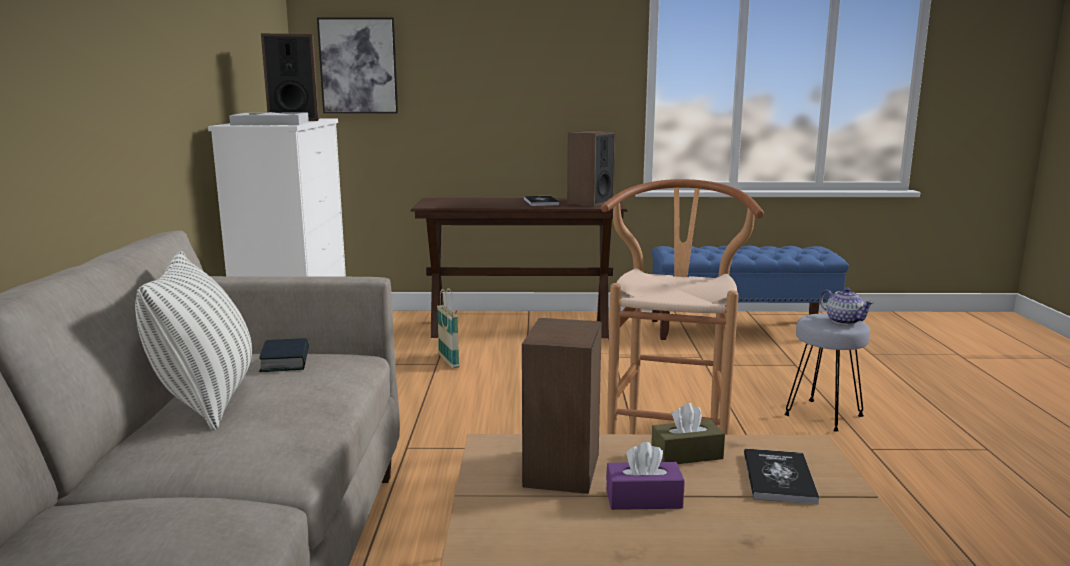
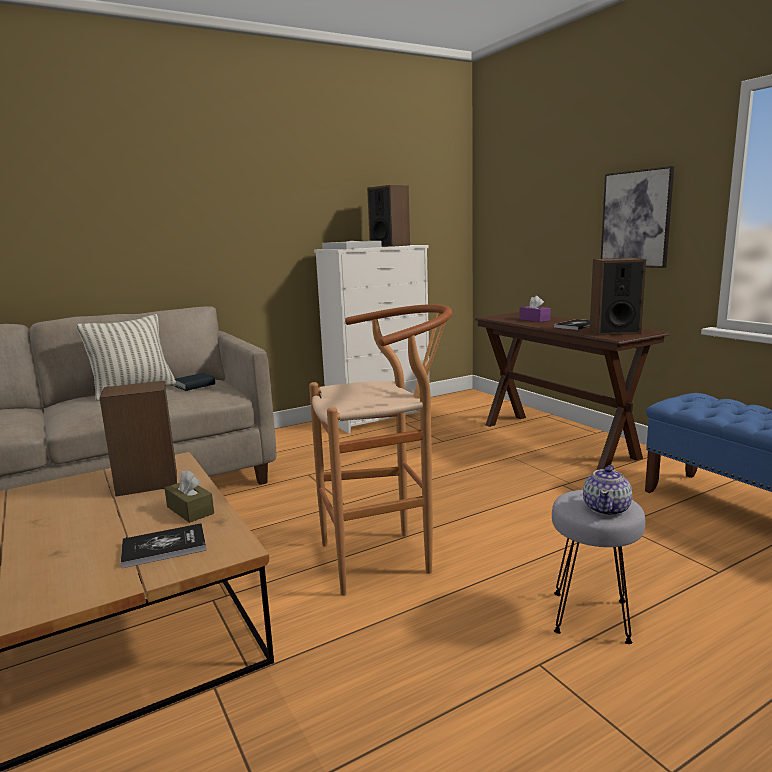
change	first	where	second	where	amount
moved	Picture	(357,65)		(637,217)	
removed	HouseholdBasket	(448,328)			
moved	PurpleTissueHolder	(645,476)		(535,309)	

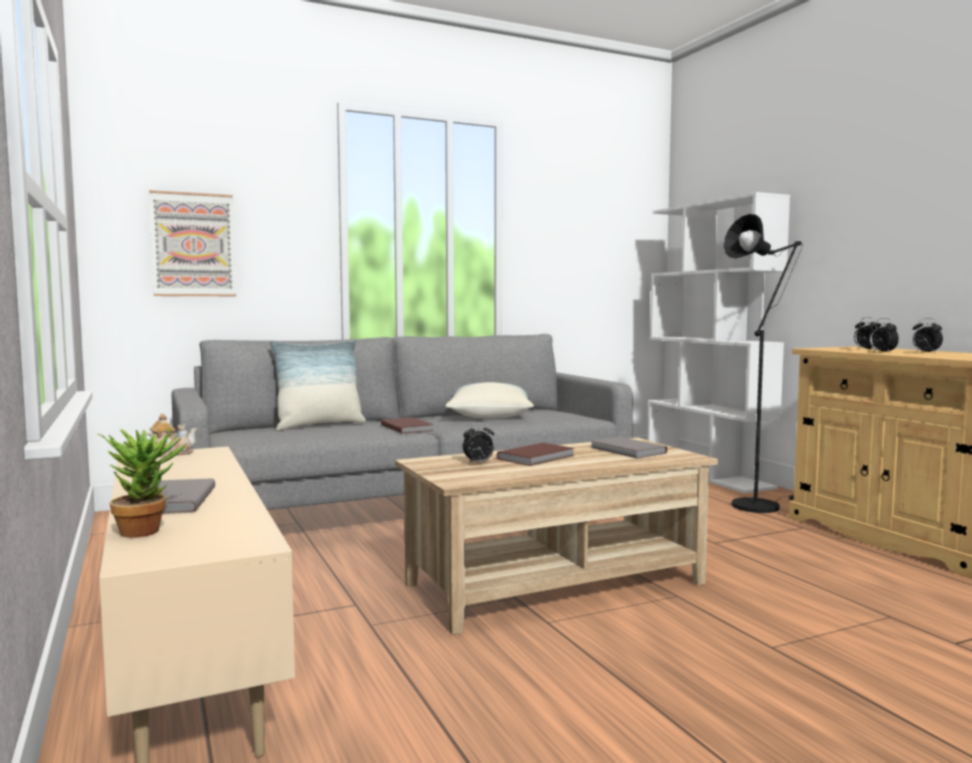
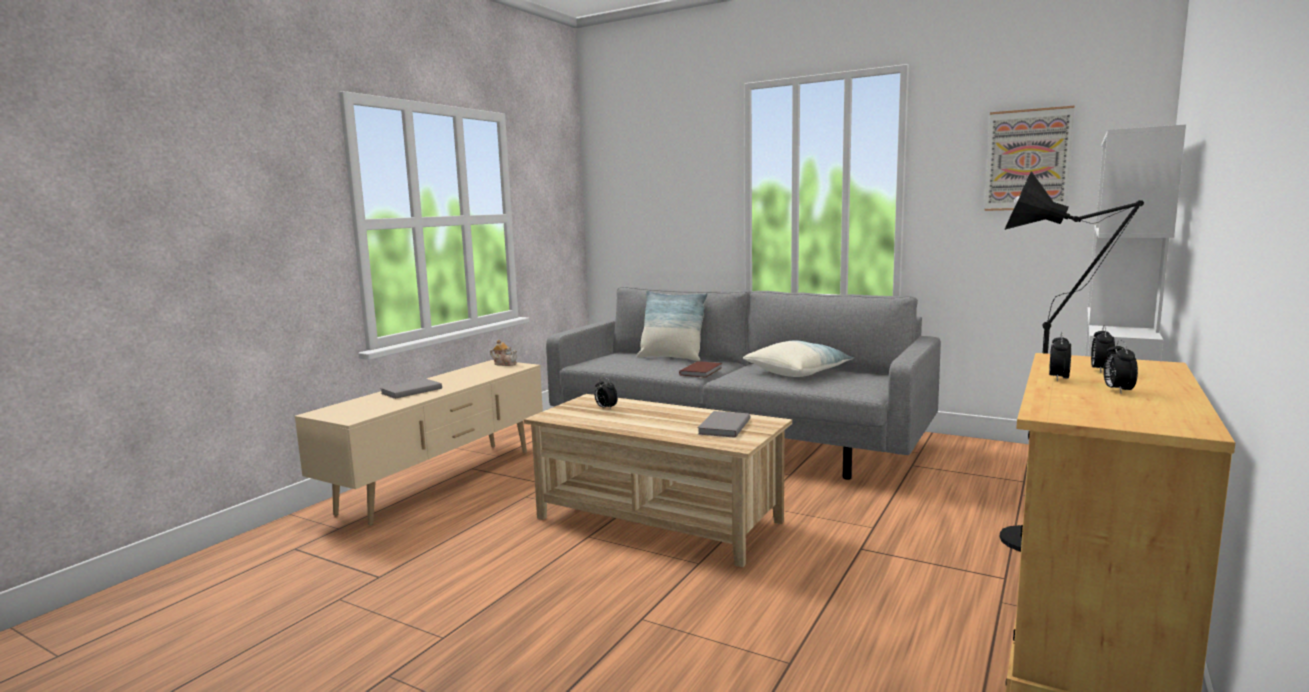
change	first	where	second	where	amount
removed	PottedPlant	(142,482)			
moved	Picture	(192,243)		(1029,158)	
removed	BrownishVolume	(536,454)			

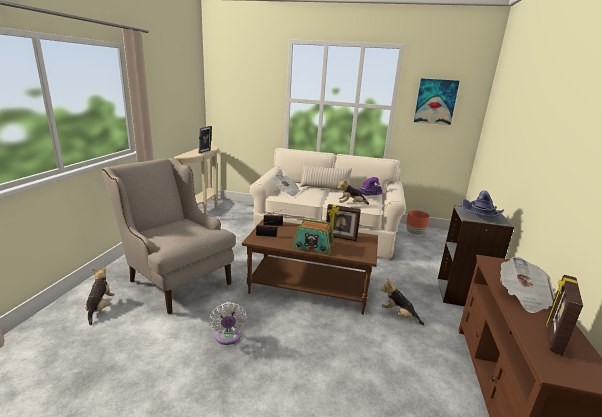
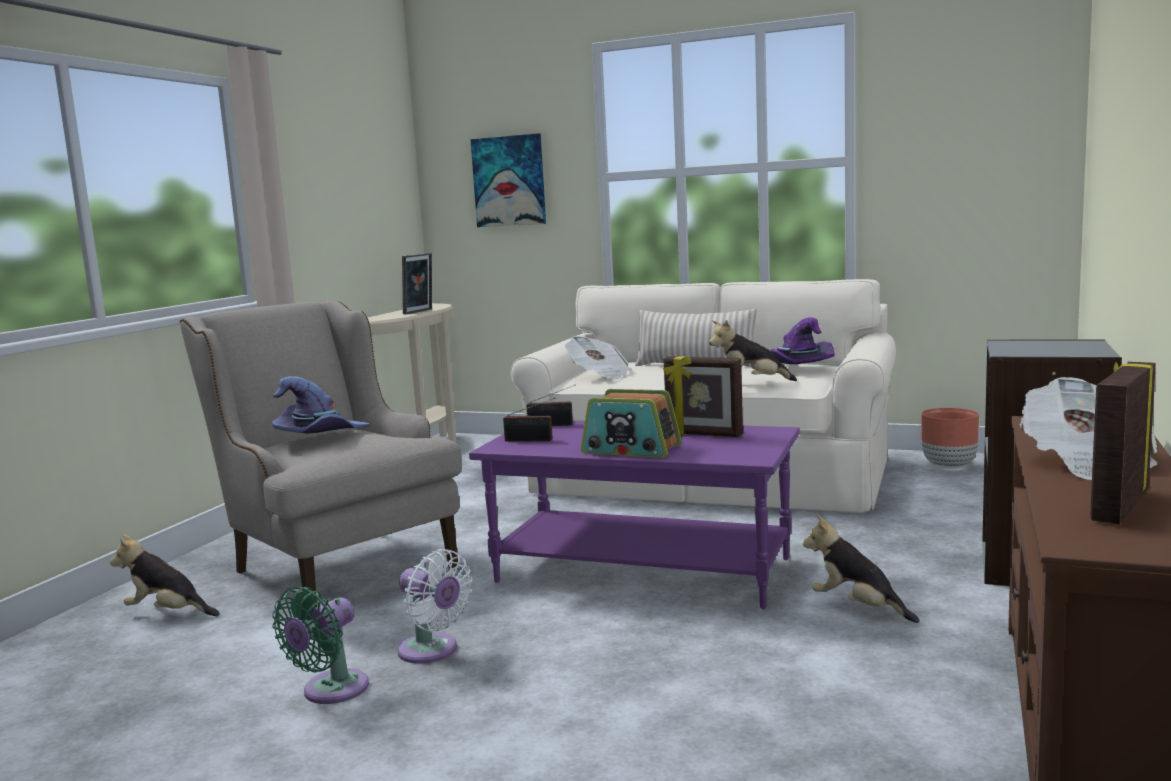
change	first	where	second	where	amount
turned	CuddlyToy	(100,295)		(165,575)	75 degrees counterclockwise
turned	WhiteFan	(228,323)		(435,606)	45 degrees counterclockwise
recoloured	BrownishLoungeTable	(310,267)	PurpleLoungeTable	(634,514)	
moved	Picture	(436,101)		(508,180)	
moved	PurpleWearableHat	(483,204)		(321,405)	
added			GreenishFan	(320,645)	

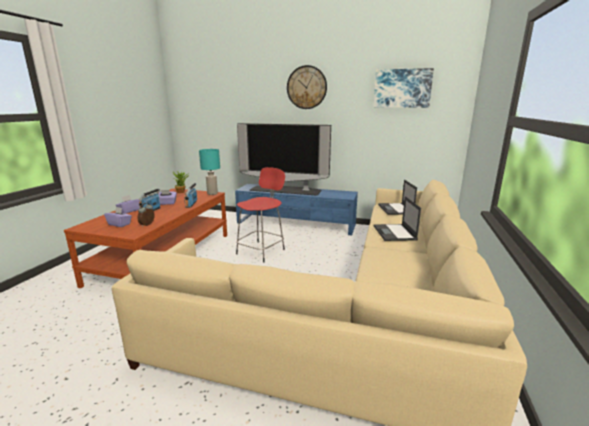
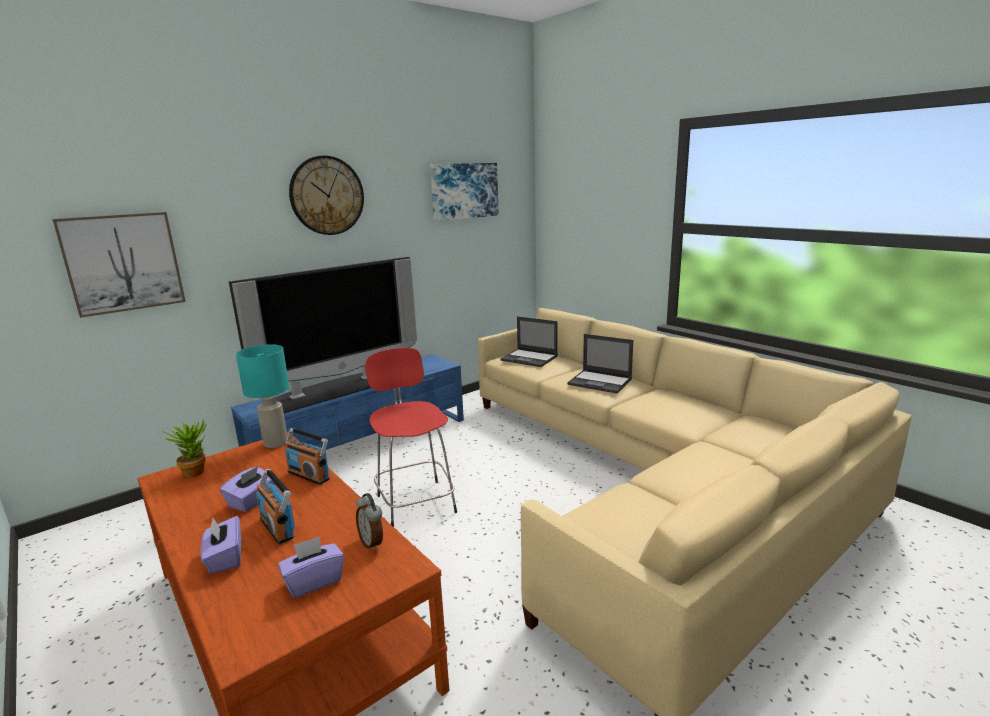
change	first	where	second	where	amount
added			Picture	(119,265)	

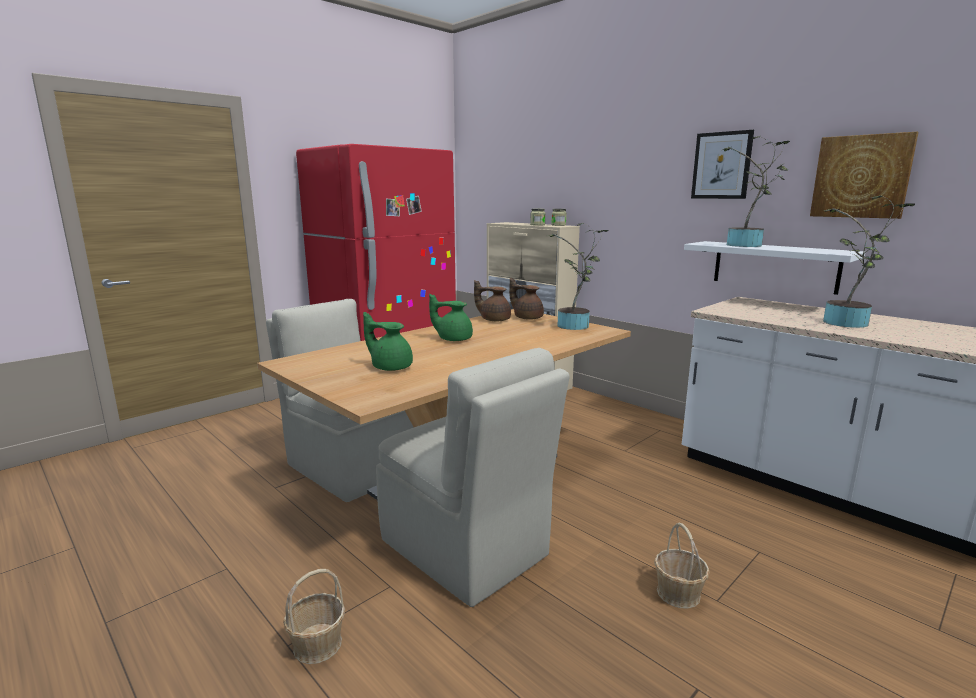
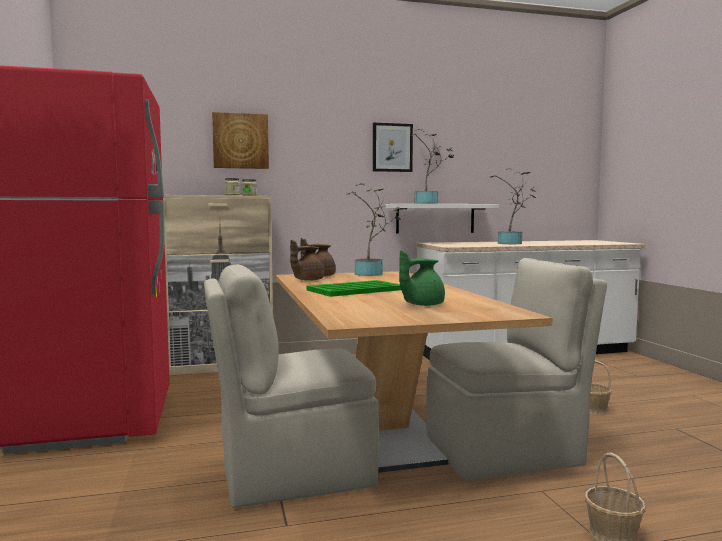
change	first	where	second	where	amount
replaced	GreenishTeapot	(451,317)	GreenishServingTray	(353,288)	
moved	Picture	(864,175)		(240,140)	

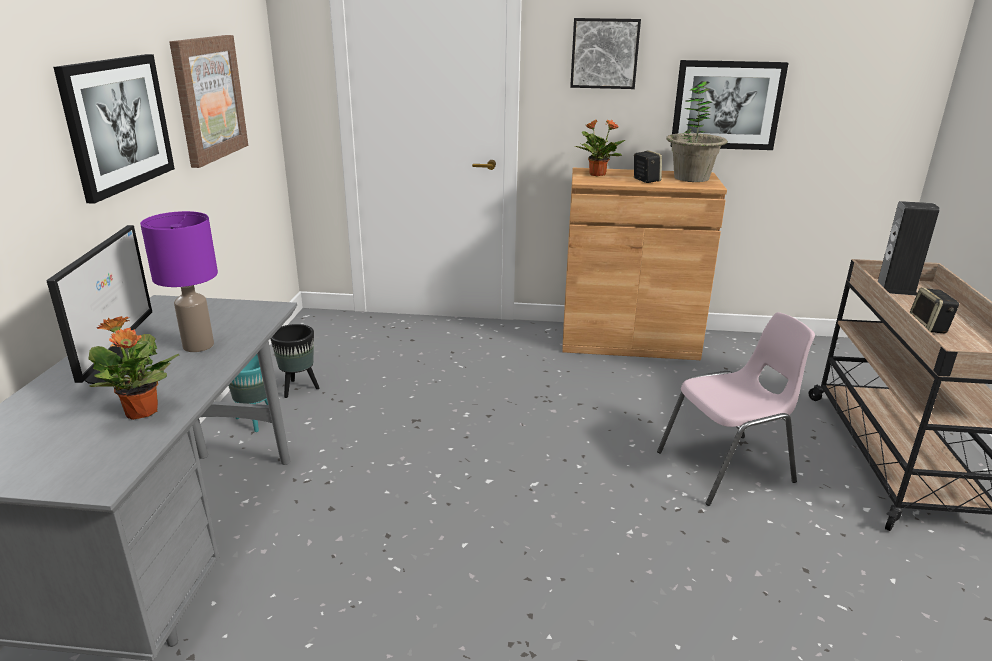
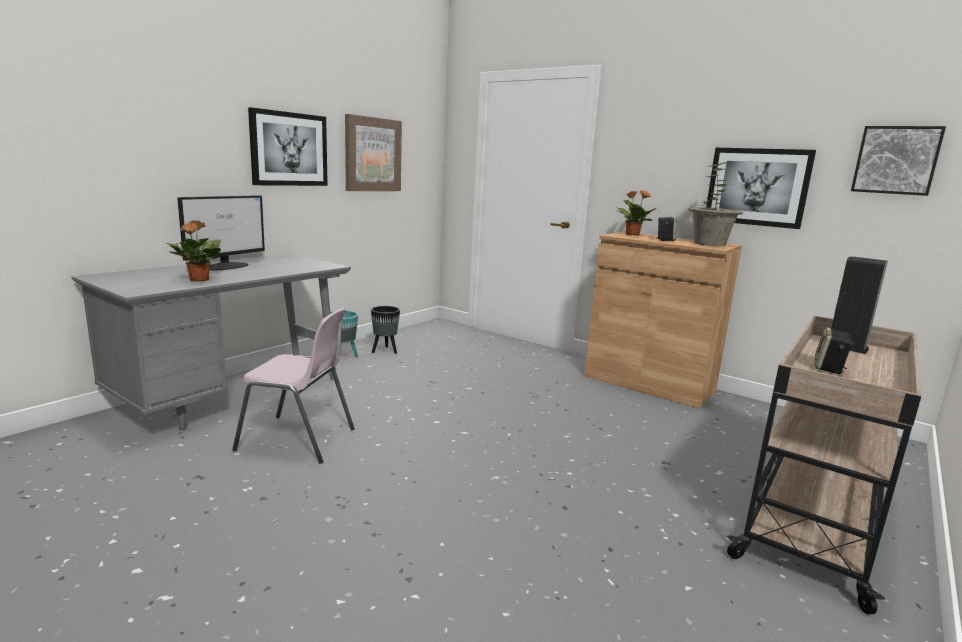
change	first	where	second	where	amount
removed	PurpleLampForATable	(179,281)			
moved	Picture	(605,53)		(898,161)	
moved	PinkChair	(736,409)		(293,386)	

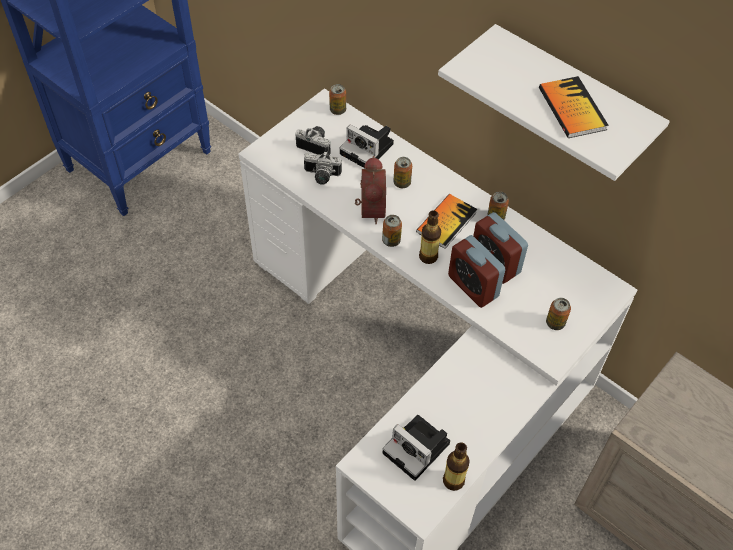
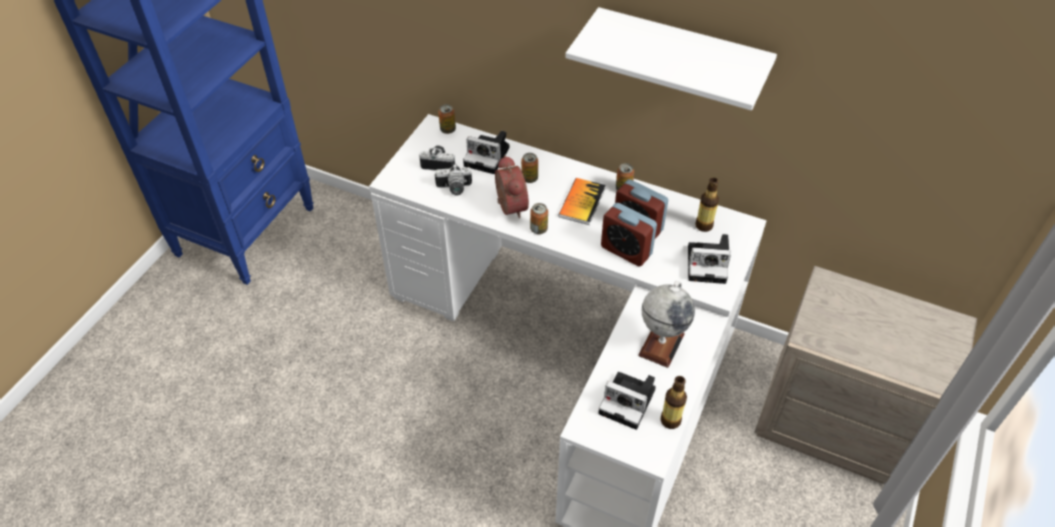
change	first	where	second	where	amount
moved	BeverageBottle	(430,237)		(707,205)	
removed	Volume	(574,107)			
replaced	MetalCan	(558,314)	StillCamera	(709,259)	
added			Globe	(666,324)	

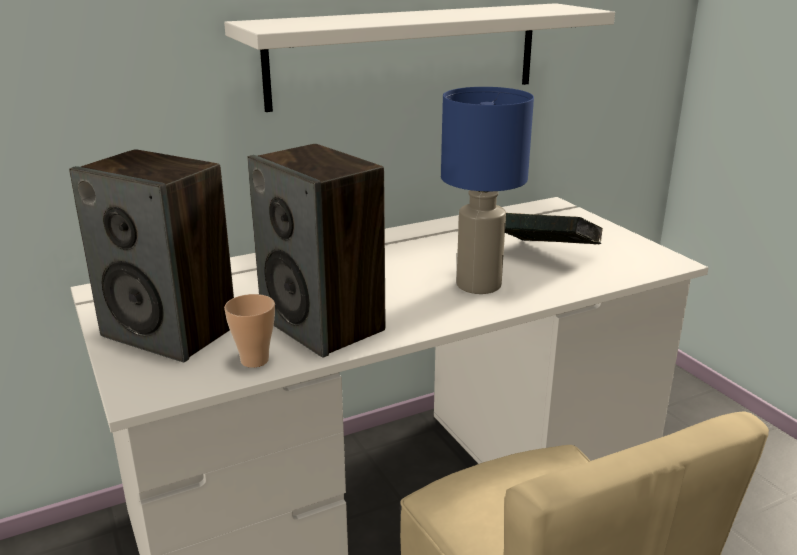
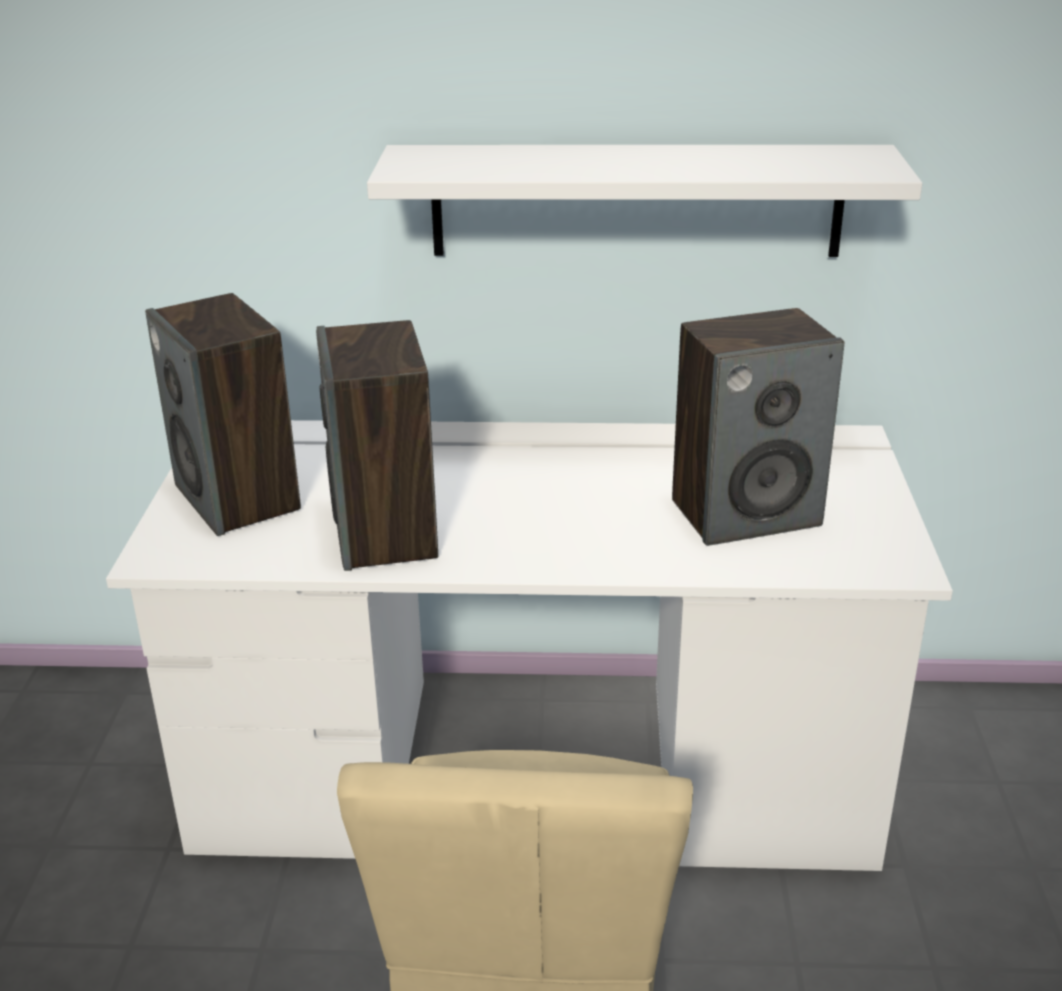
change	first	where	second	where	amount
removed	DrinkingCup	(249,331)			
removed	BlueColouredLampForATable	(487,190)			
replaced	Volume	(554,228)	Loudspeaker	(758,427)	

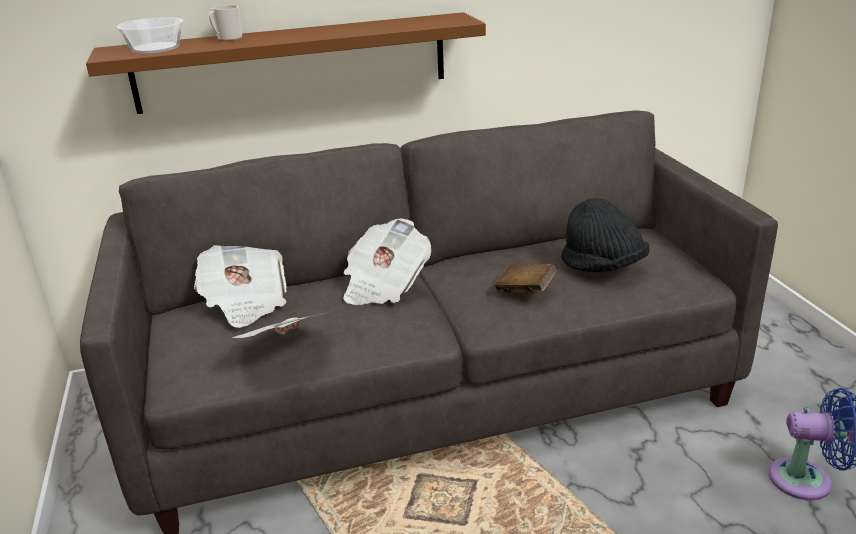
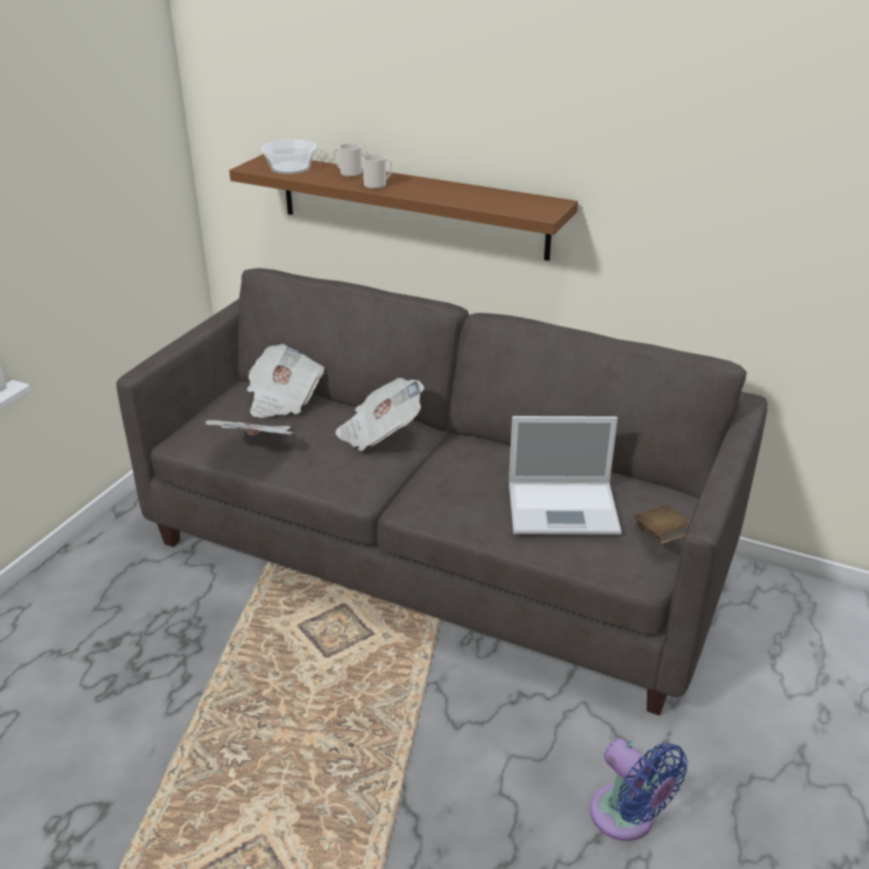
change	first	where	second	where	amount
moved	BrownishVolume	(525,278)		(662,524)	
replaced	BlackColouredWearableHat	(605,235)	NotebookComputer	(565,475)	
added			Mug	(377,171)	

